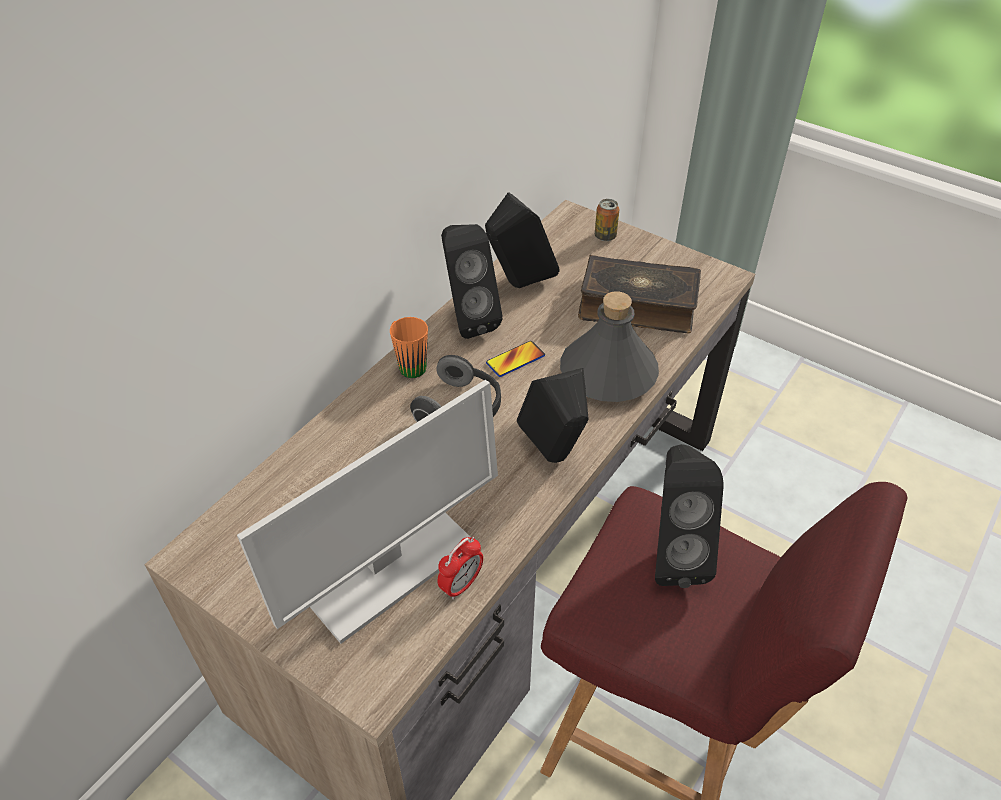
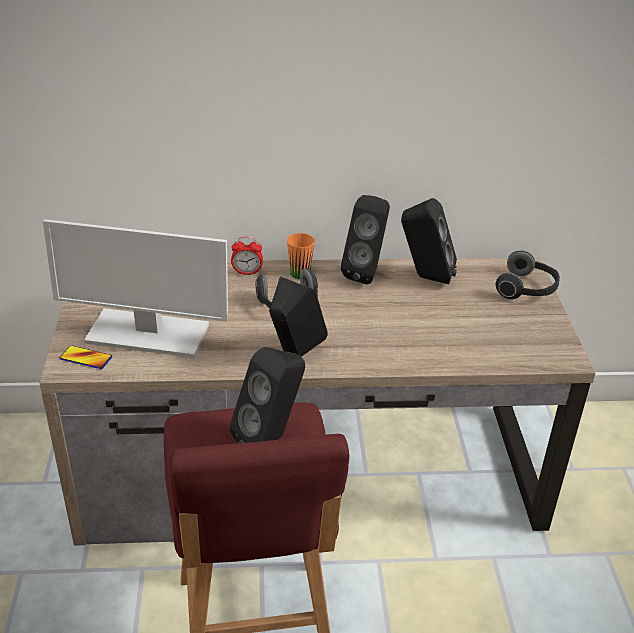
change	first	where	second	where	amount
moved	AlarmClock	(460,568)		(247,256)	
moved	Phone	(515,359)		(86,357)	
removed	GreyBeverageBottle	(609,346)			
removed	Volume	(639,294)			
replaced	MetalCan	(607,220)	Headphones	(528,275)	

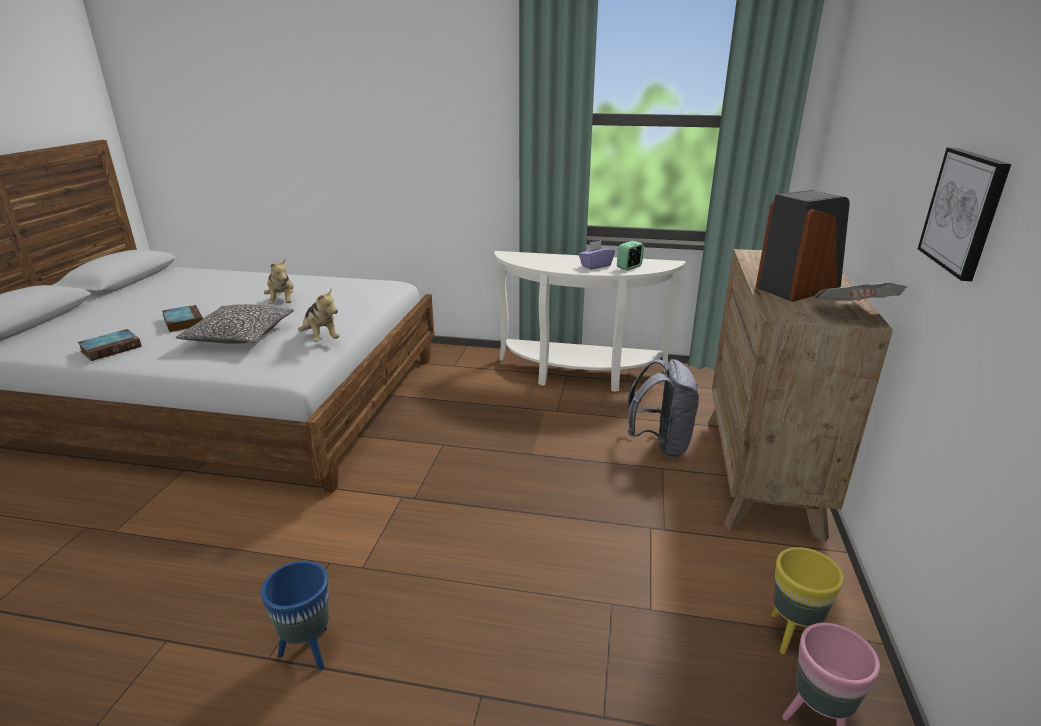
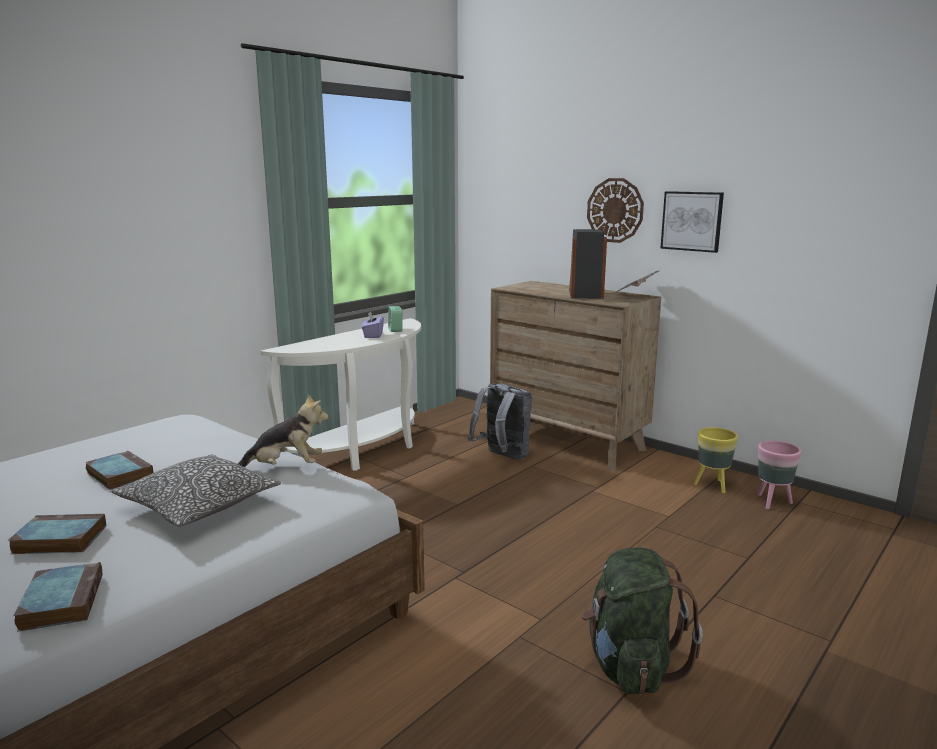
change	first	where	second	where	amount
replaced	BlueColouredPlanter	(295,615)	GreenishRucksack	(642,621)	
replaced	CuddlyToy	(279,281)	Volume	(119,470)	
added			ClockOnTheWall	(615,210)	

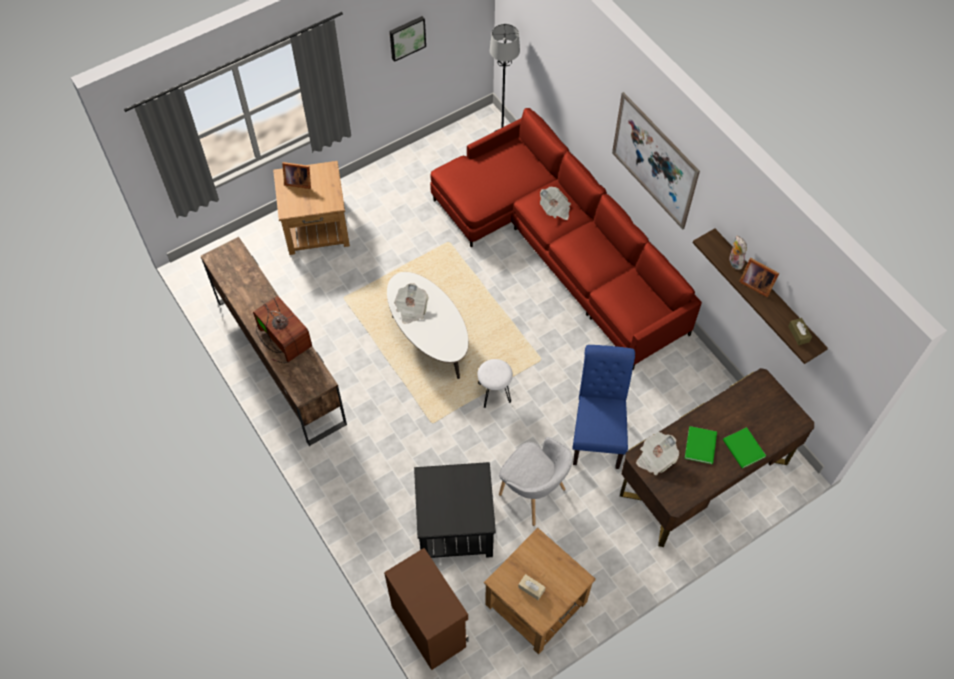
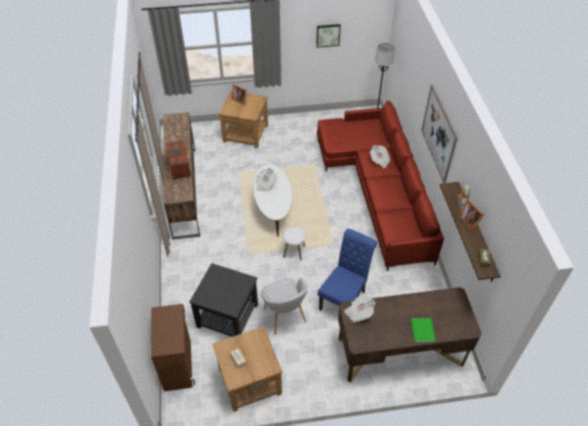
change	first	where	second	where	amount
removed	GreenishVolume	(701,445)			

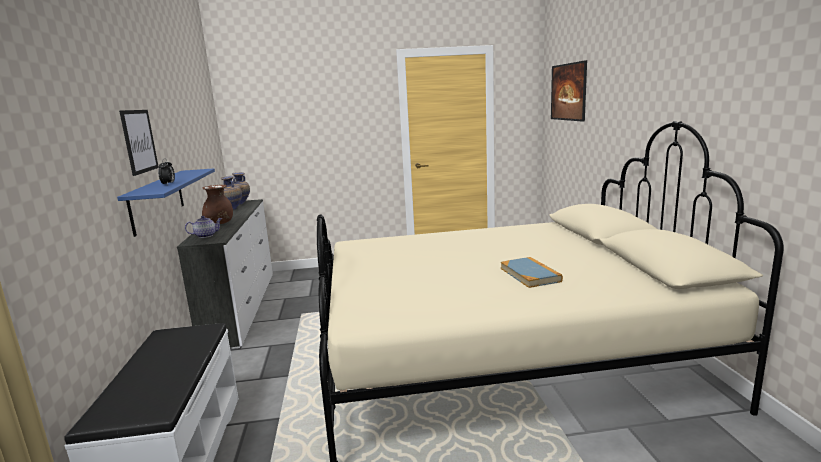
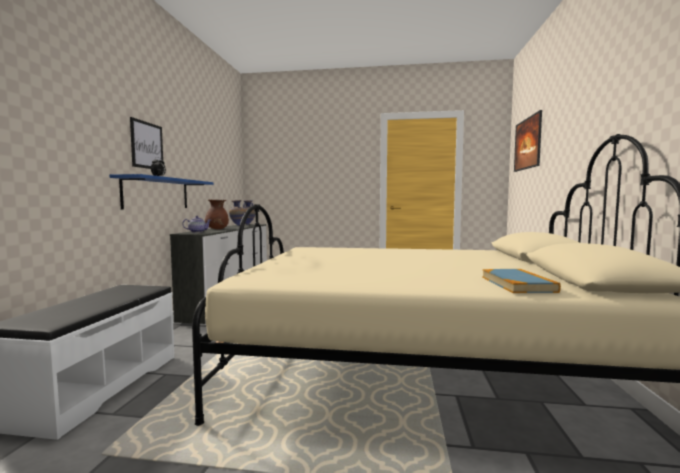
change	first	where	second	where	amount
moved	Volume	(532,272)		(521,281)	

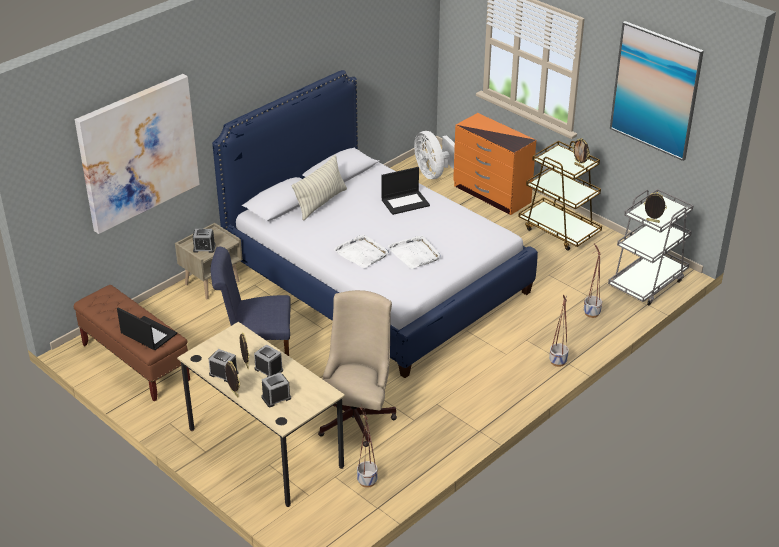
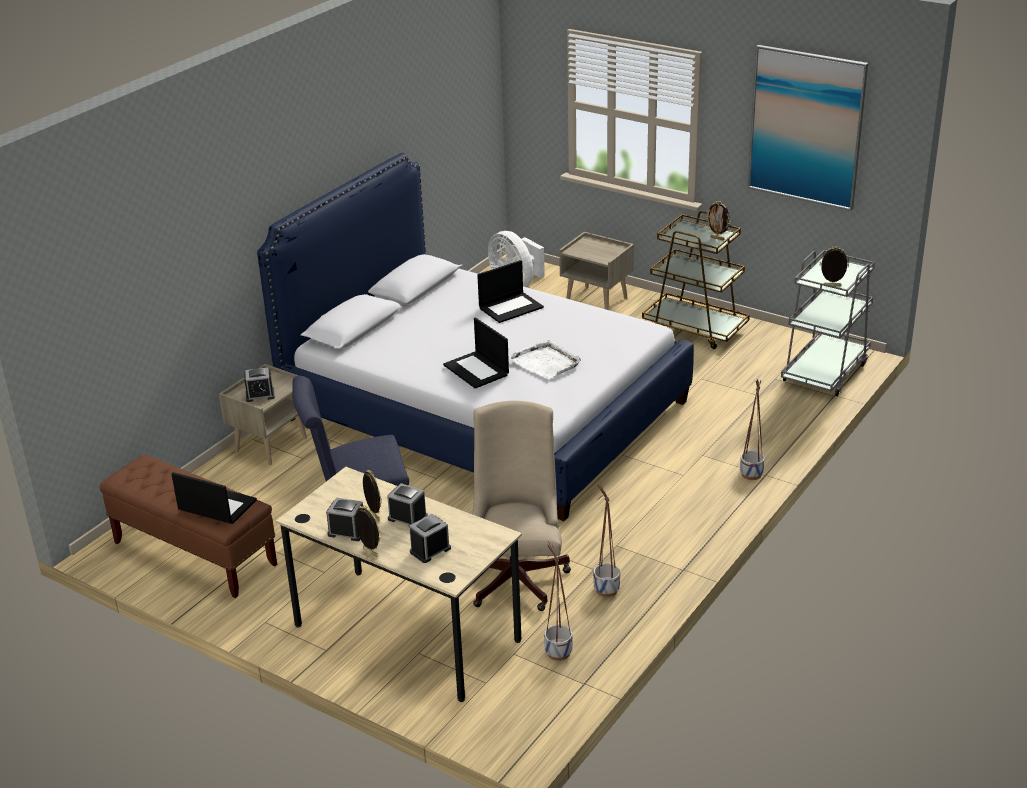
change	first	where	second	where	amount
removed	Picture	(137,154)			
removed	Cushion	(319,188)			
replaced	WhiteServingTray	(361,251)	NotebookComputer	(476,353)	
replaced	OrangeDrawerChest	(494,164)	BeigeColouredNightstand	(596,271)	
moved	Planter	(593,280)		(606,541)	

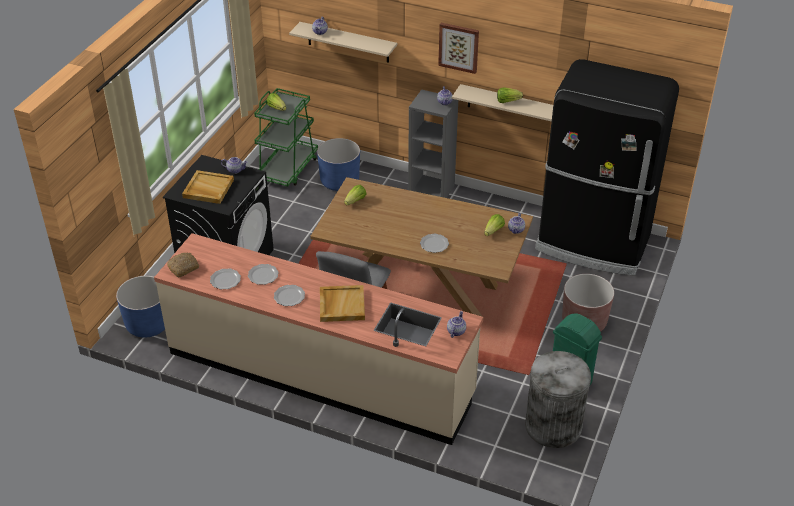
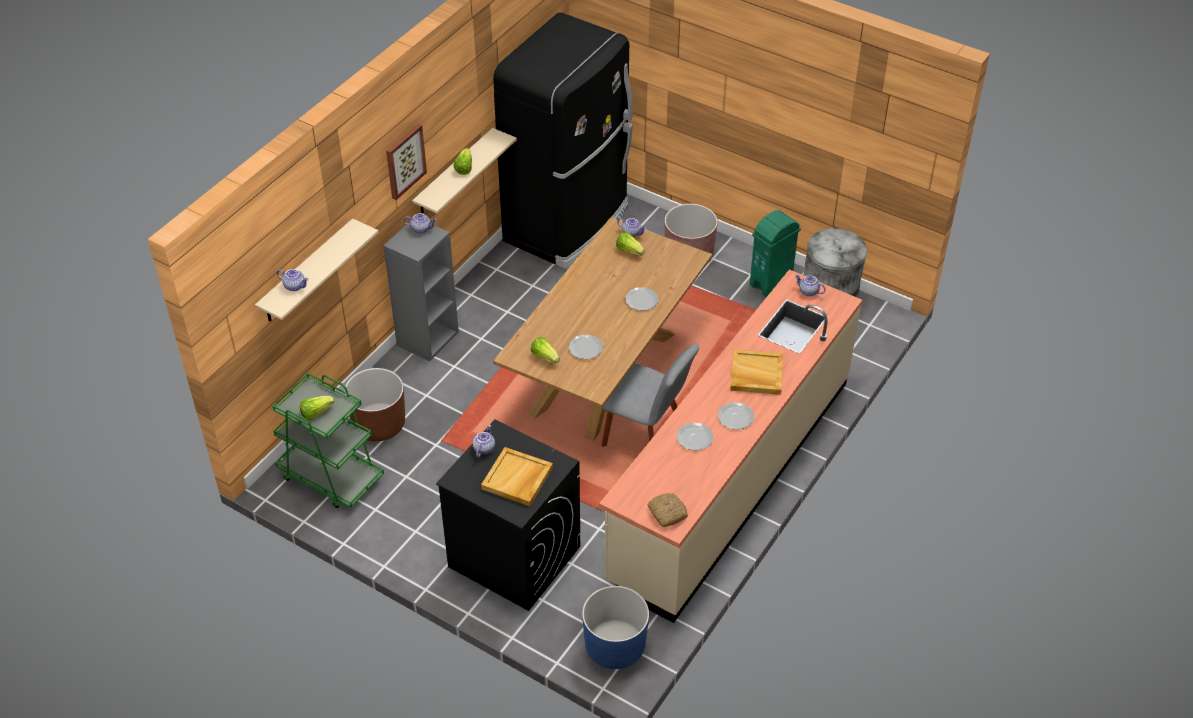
change	first	where	second	where	amount
moved	FlatDish	(225,278)		(586,346)	
recoloured	BlueColouredPlanter	(338,164)	BrownishPlanter	(374,404)	

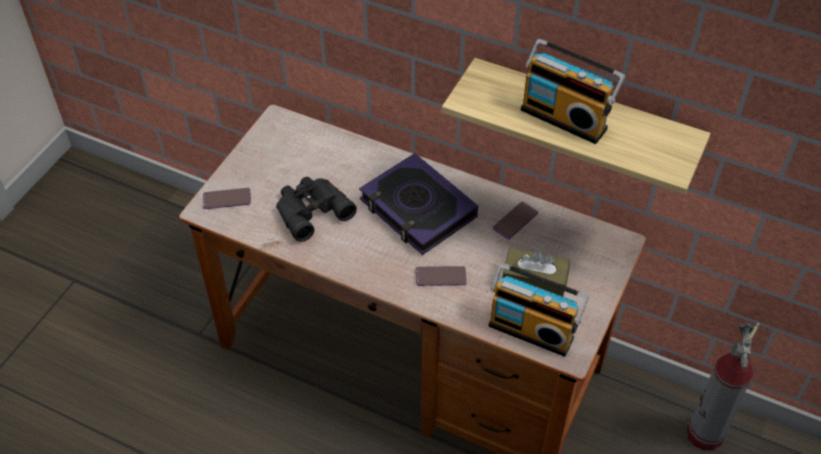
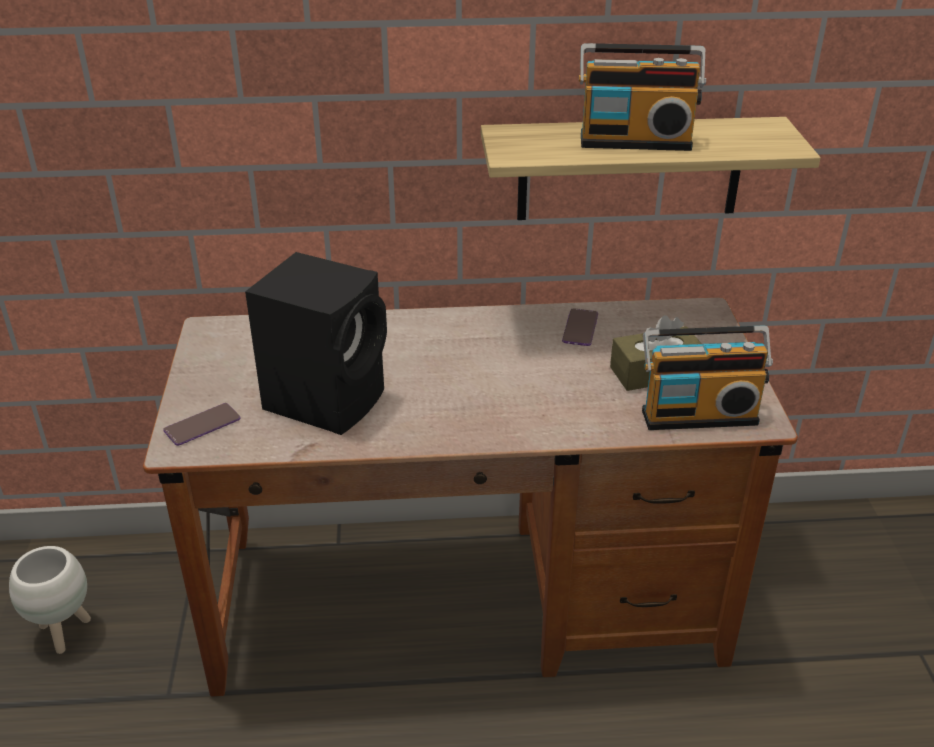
change	first	where	second	where	amount
replaced	BlackColouredFieldGlasses	(316,209)	BlackColouredLoudspeaker	(316,343)	
removed	Volume	(418,204)			
removed	Phone	(441,276)			
removed	Extinguisher	(723,386)			
added			WhitePlanter	(50,600)	

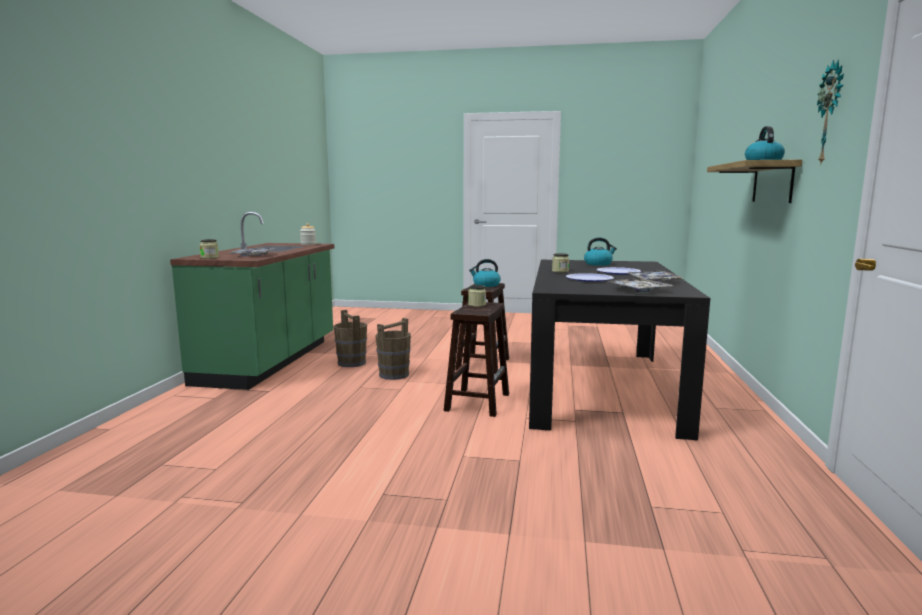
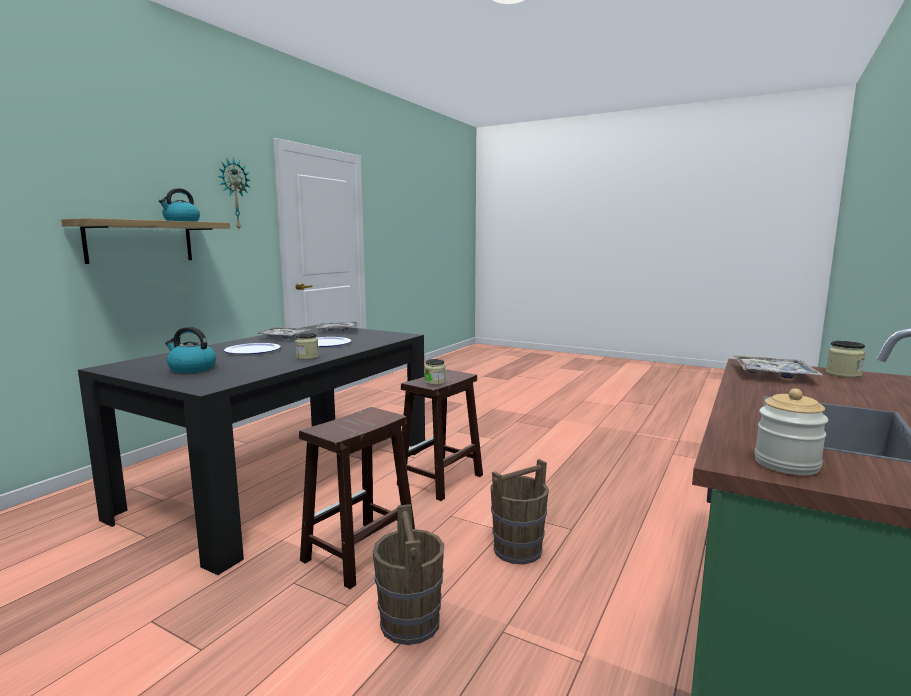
change	first	where	second	where	amount
moved	BrownishWaterBucket	(350,338)		(408,574)	
removed	TeaKettle	(485,273)			

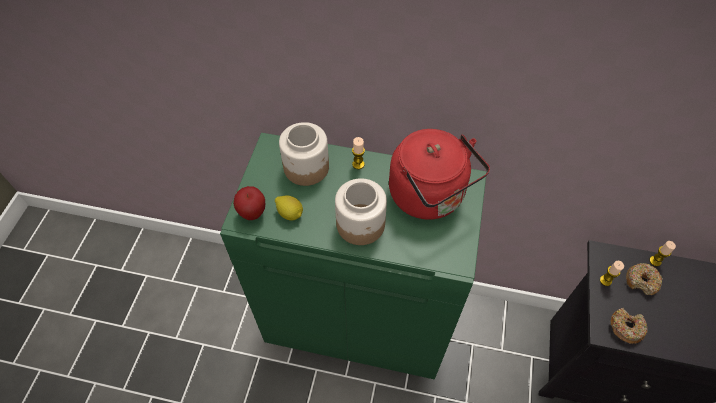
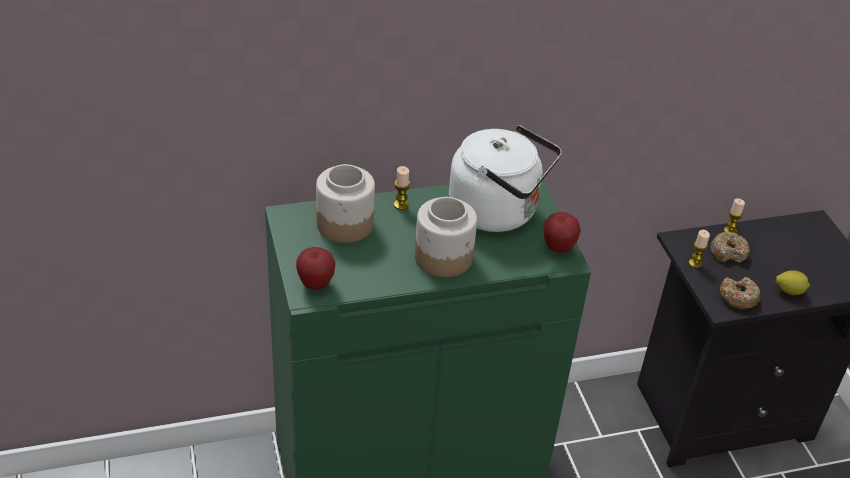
change	first	where	second	where	amount
moved	Lemon	(289,208)		(793,282)	
recoloured	ReddishTeaKettle	(439,174)	WhiteTeaKettle	(505,178)	
added			AppleFruit	(562,232)	

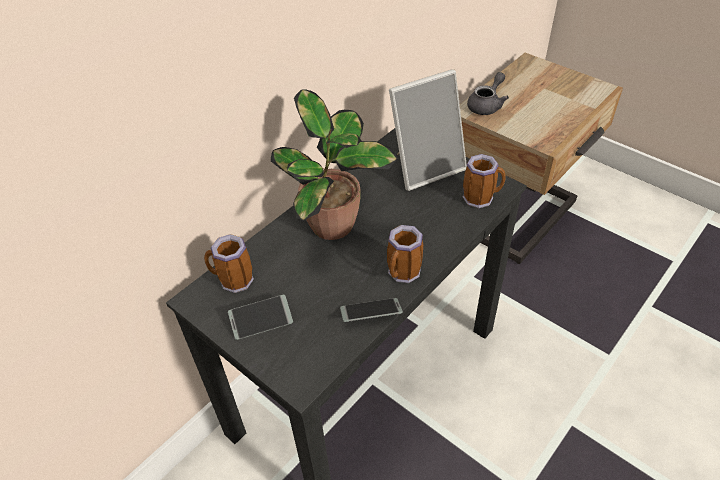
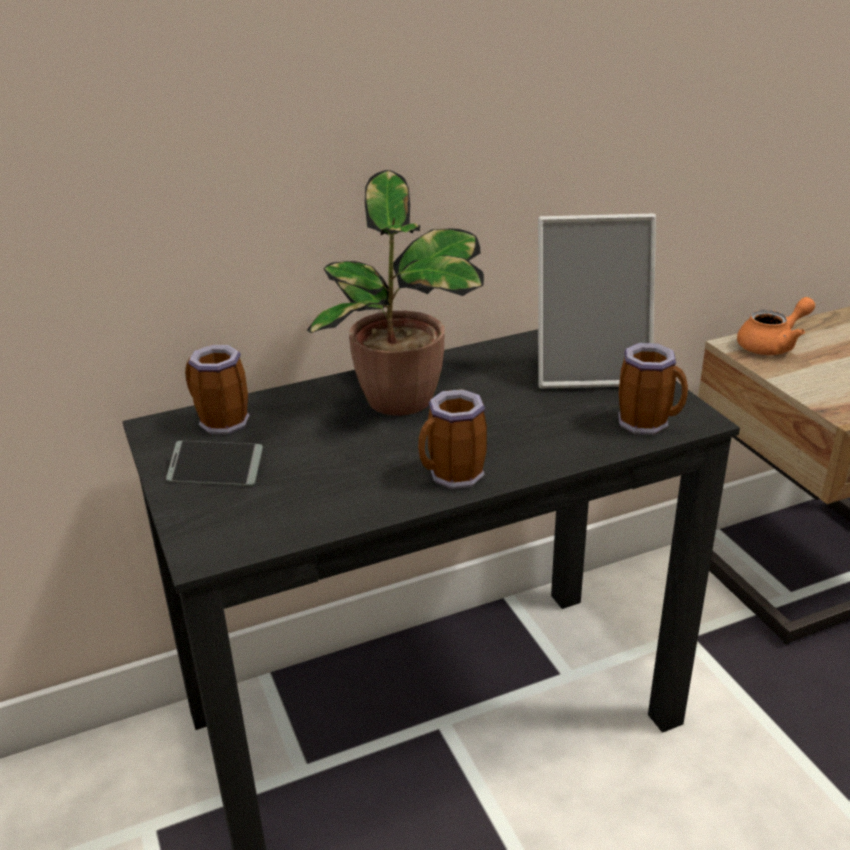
change	first	where	second	where	amount
removed	Phone	(371,310)			
recoloured	GreyTeapot	(488,93)	OrangeTeapot	(776,326)	

